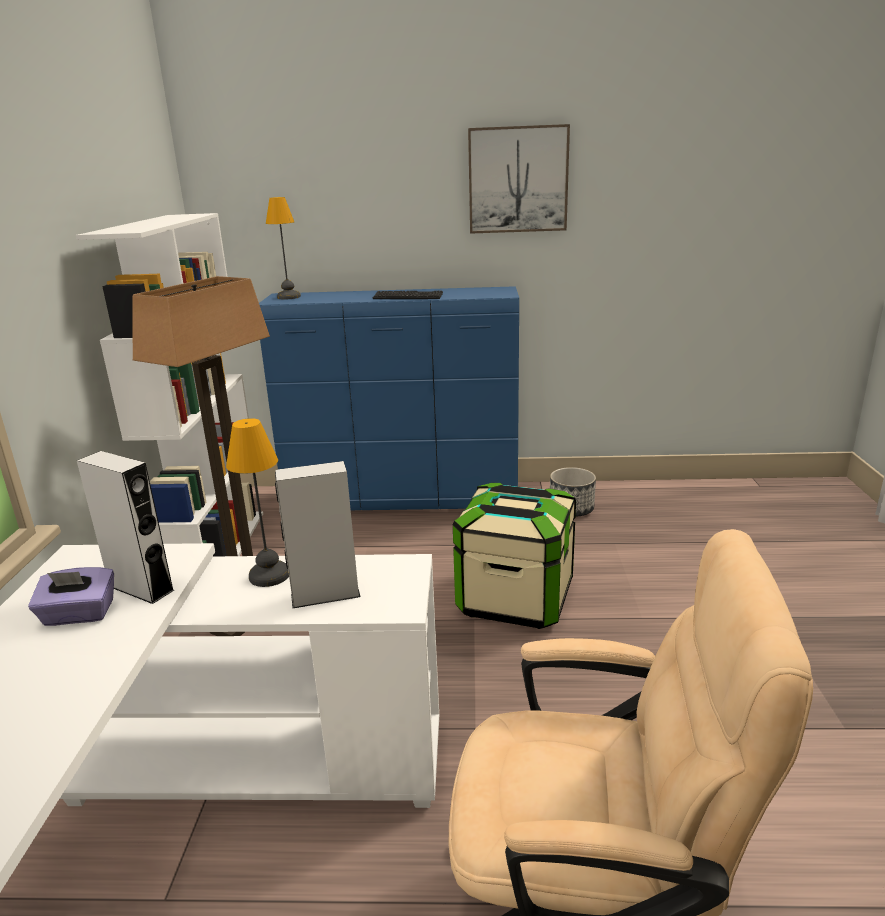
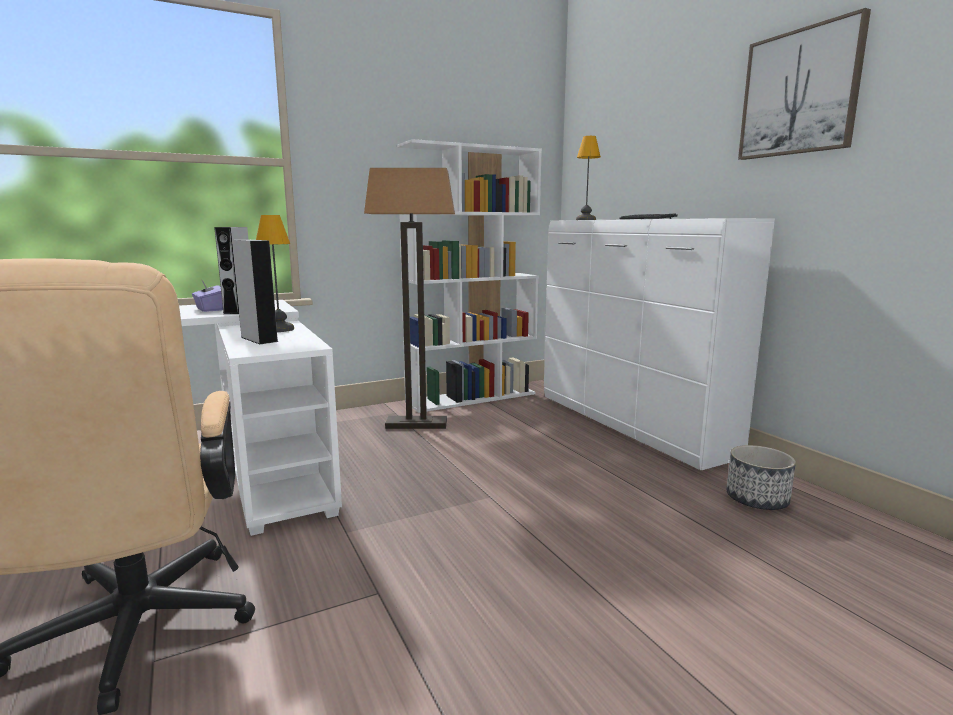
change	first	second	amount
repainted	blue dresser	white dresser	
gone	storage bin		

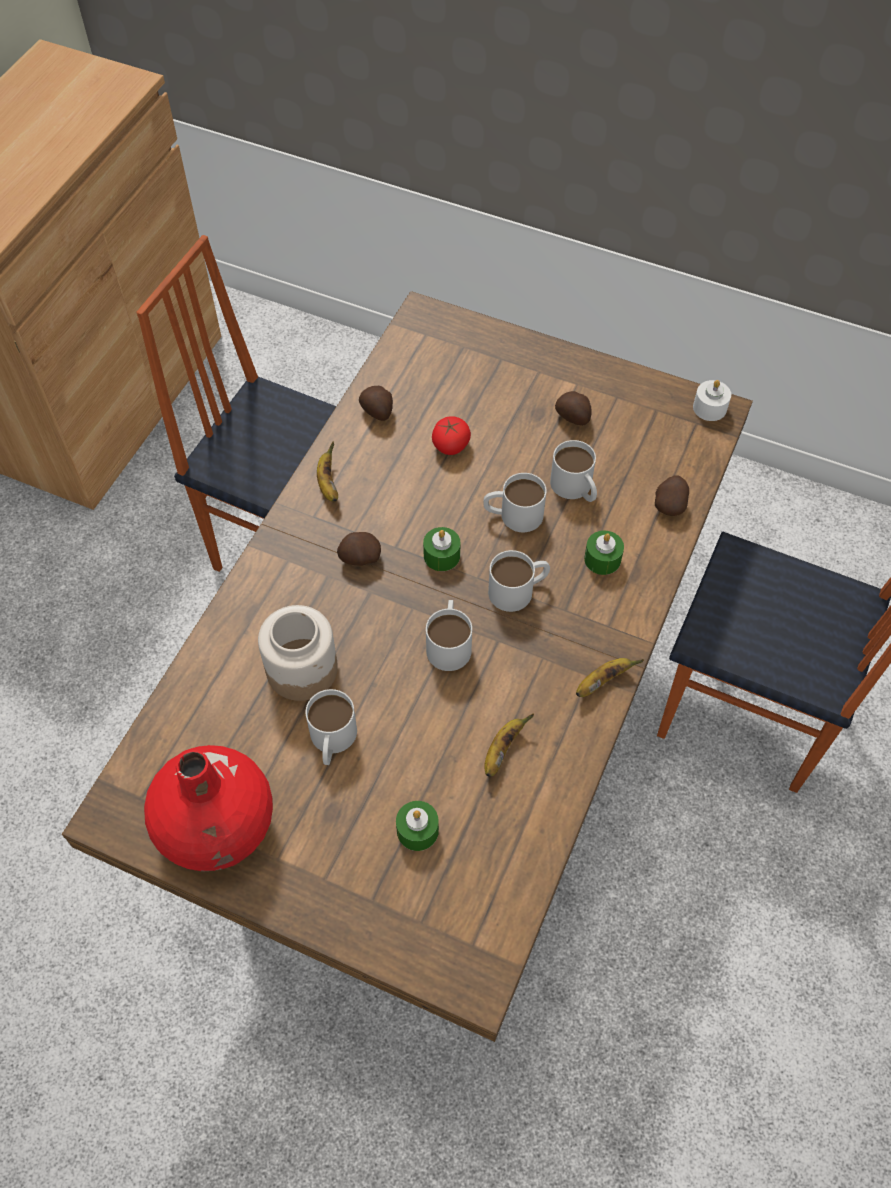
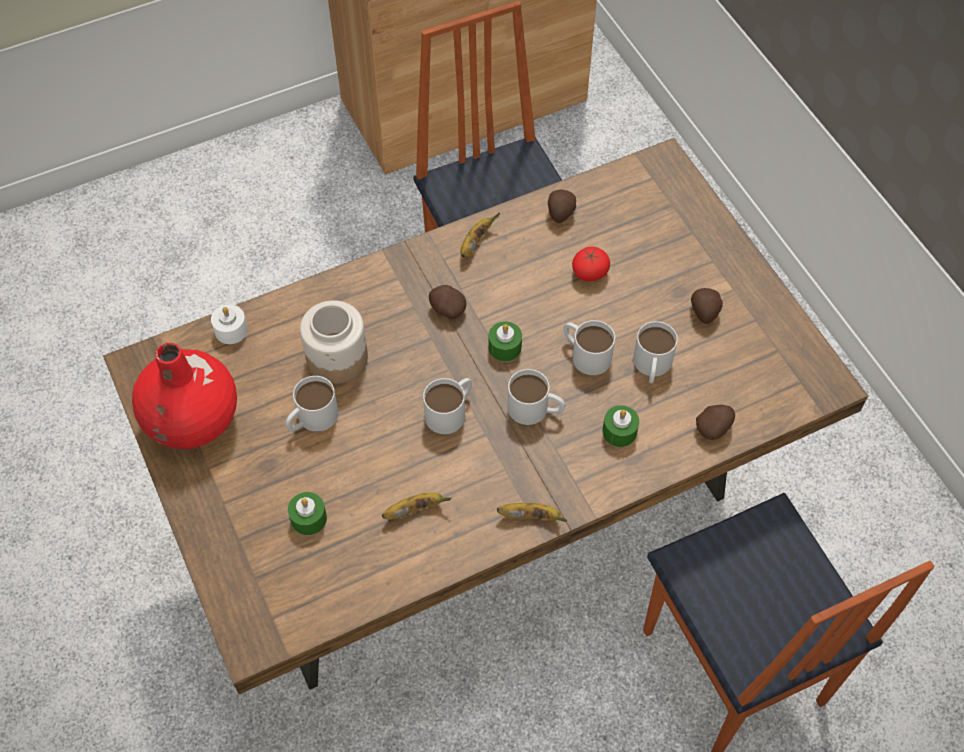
change	first	second	amount
shifted	white candle		

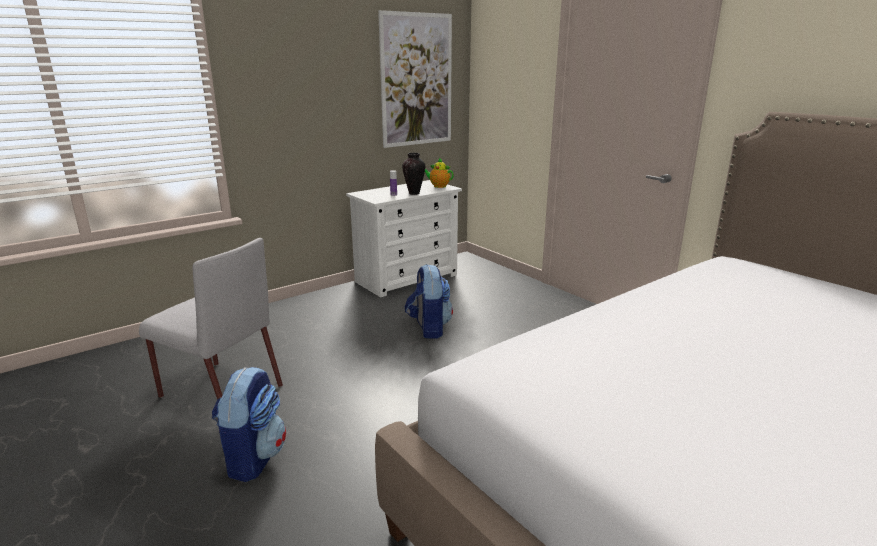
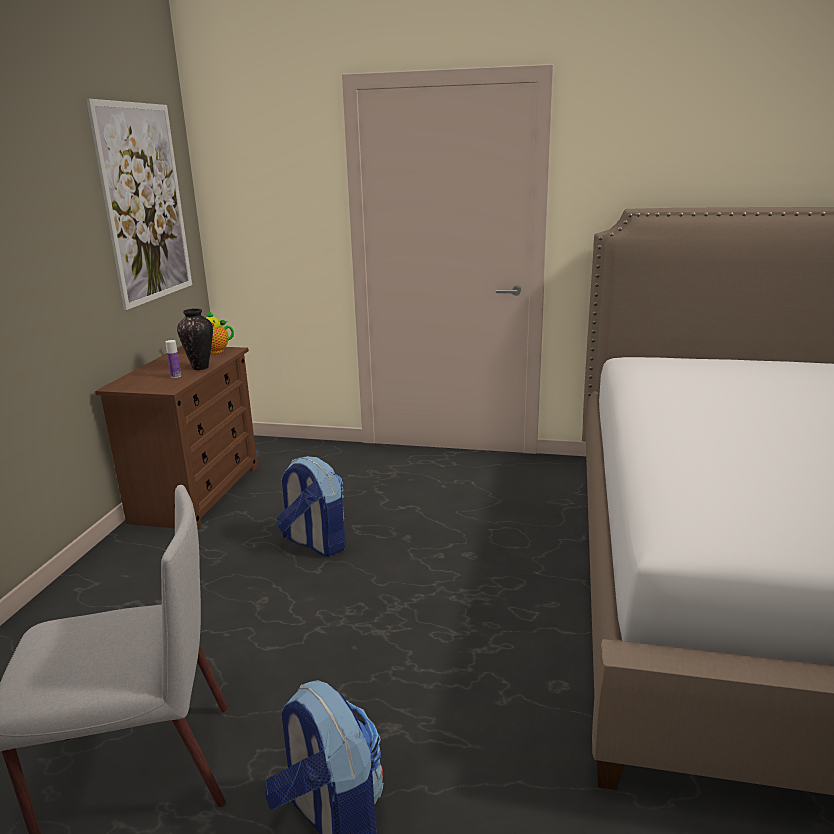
change	first	second	amount
repainted	white dresser	brown dresser	

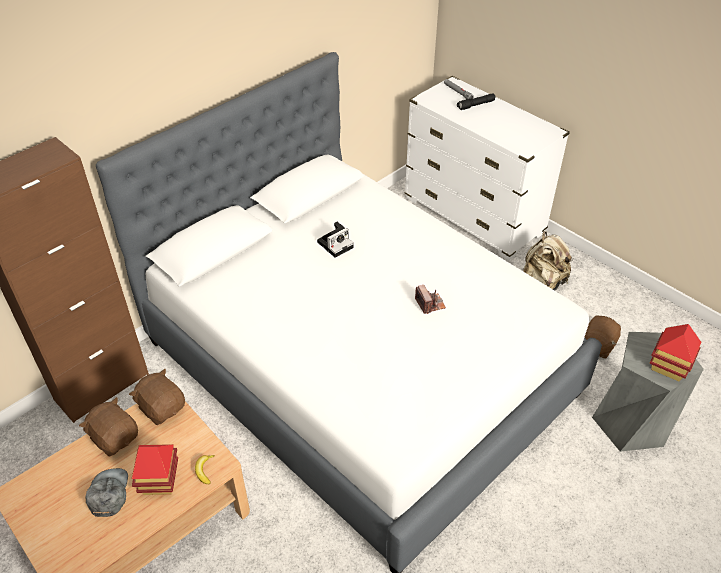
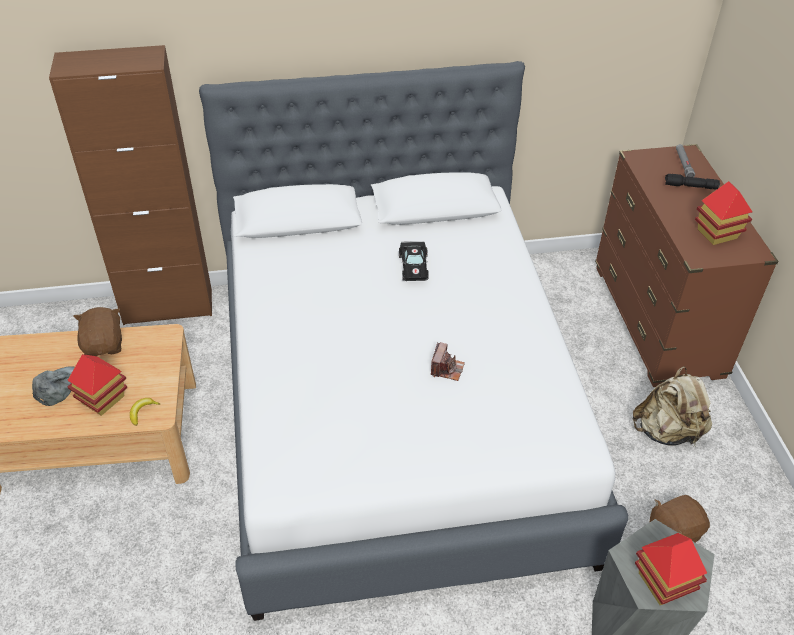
change	first	second	amount
swapped	photo camera (no. 1 from left)	blackish toy car	
repainted	white dresser	brown dresser	
new		toy house (no. 3 from left)	
gone	brown cuddly toy (no. 2 from left)		

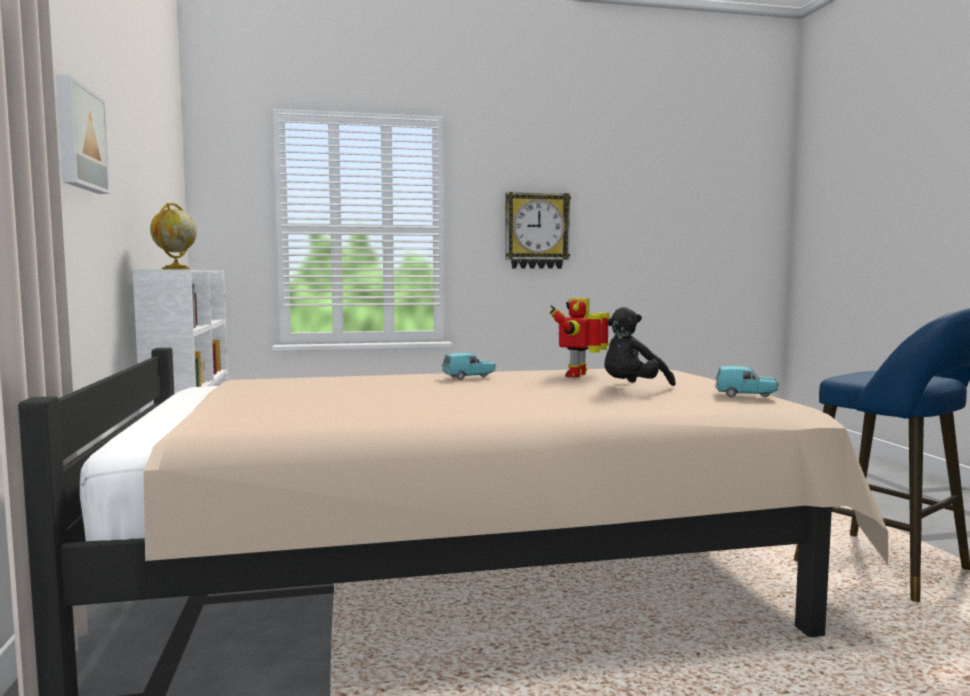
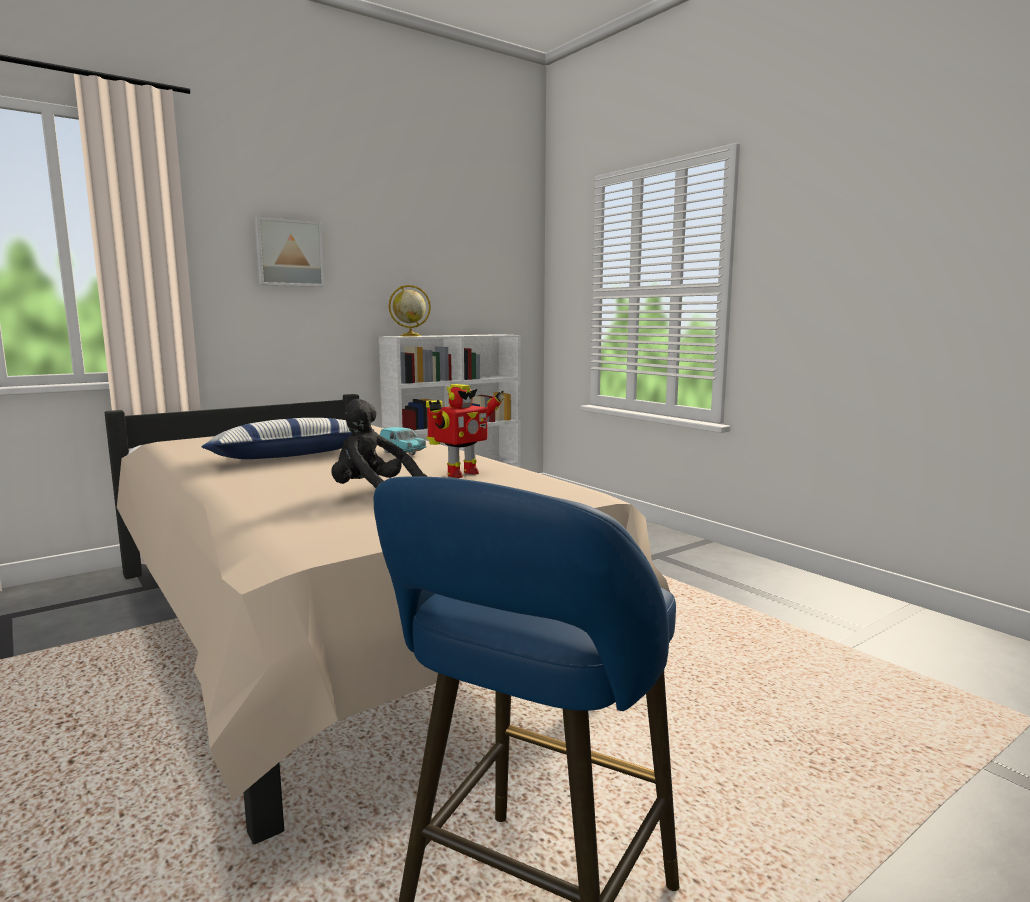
change	first	second	amount
new		cushion	
rotated	robot figure		135 degrees clockwise
gone	hanging clock		
gone	turquoise-coloured toy car (no. 2 from left)		

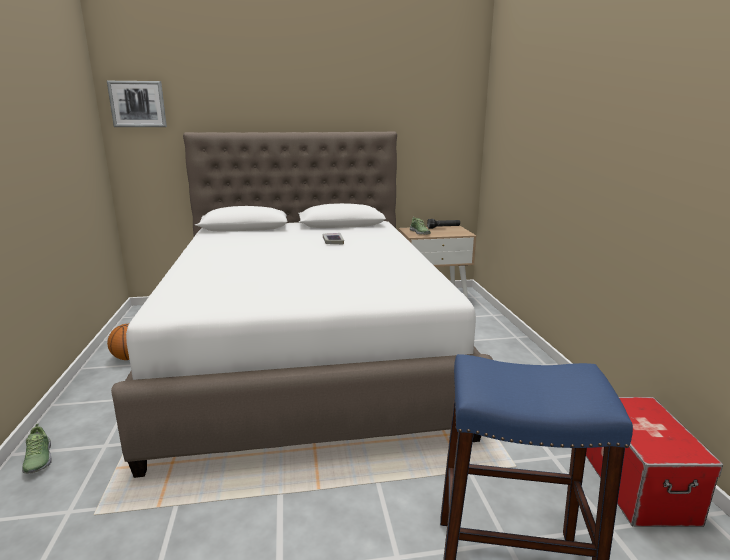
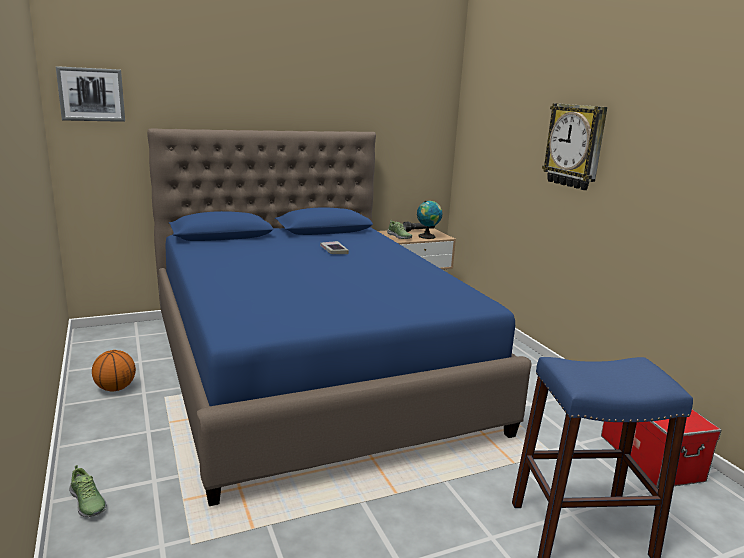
change	first	second	amount
repainted	white bed	blue bed	
new		desk globe	
new		hanging clock	

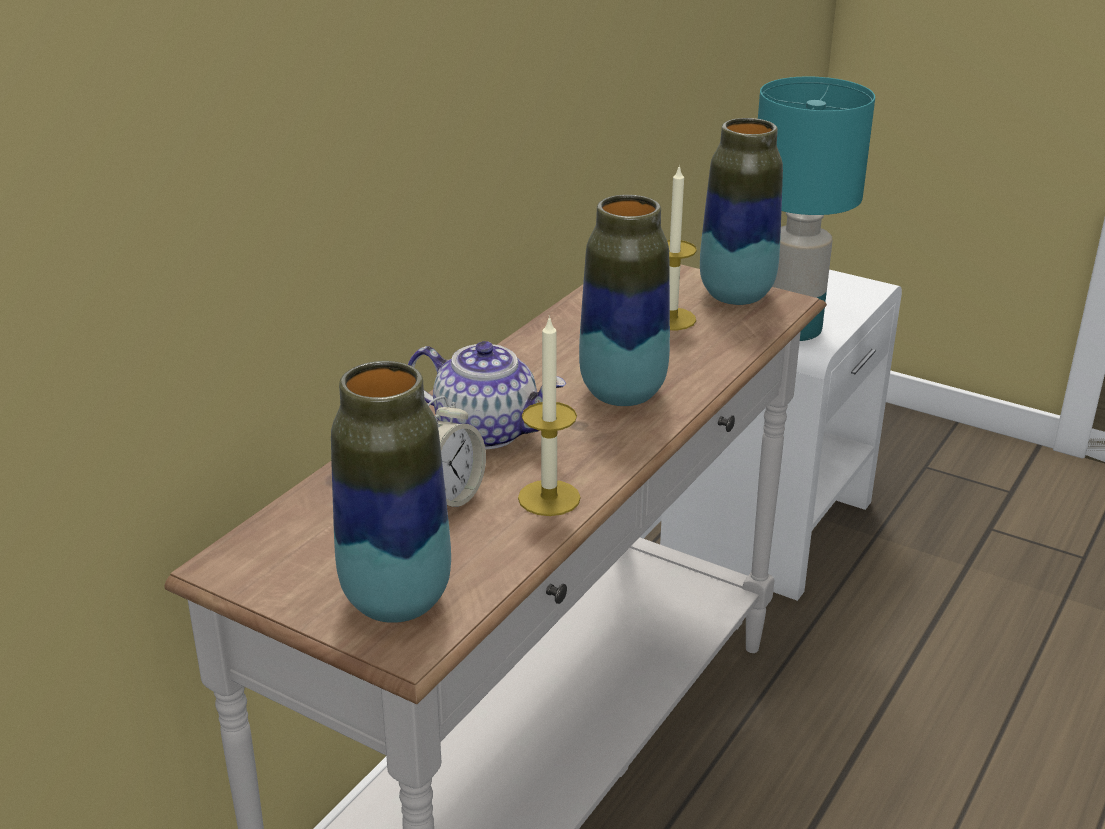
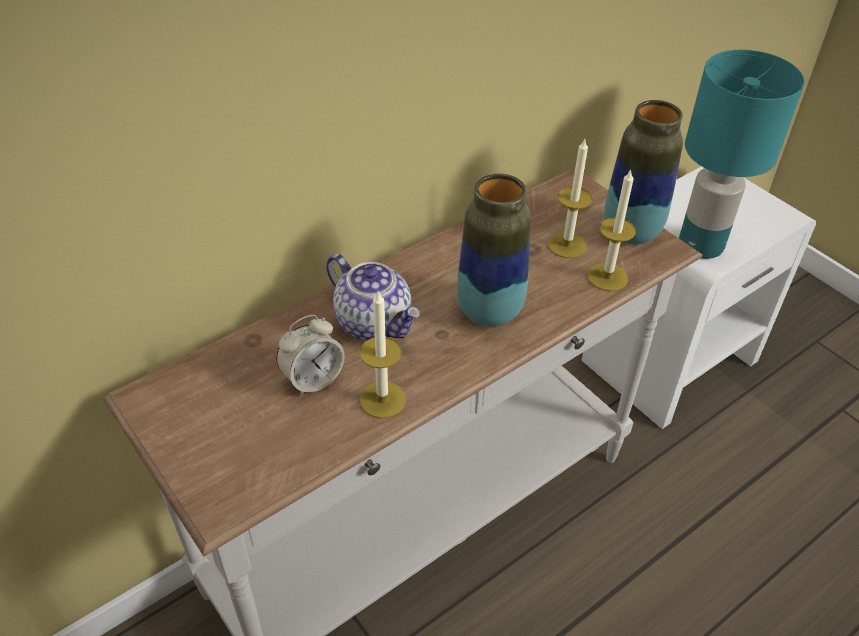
change	first	second	amount
new		candle (no. 3 from left)	
gone	flower vase (no. 1 from left)		

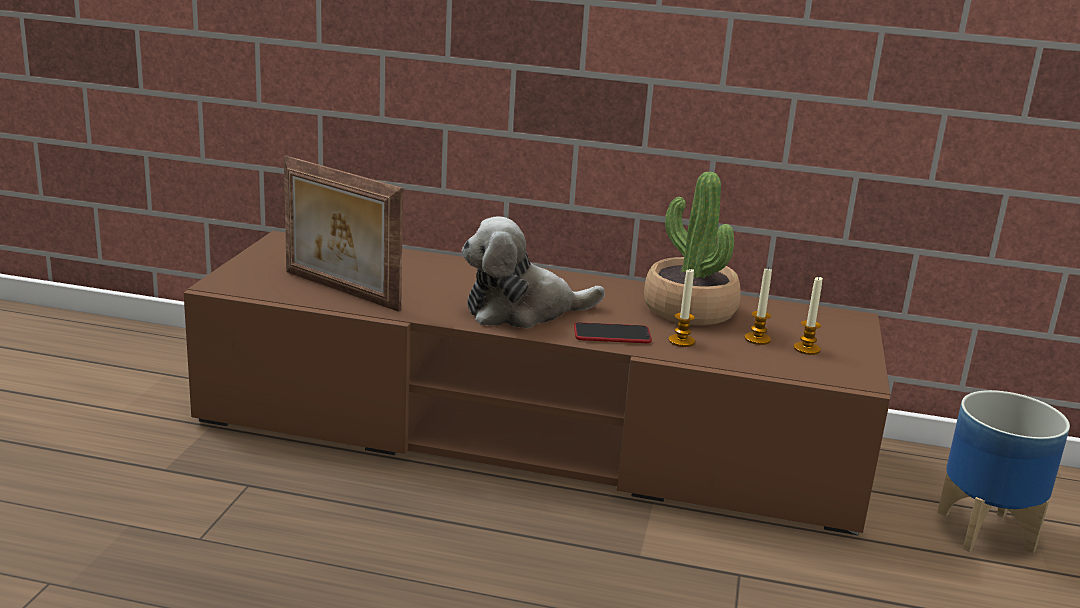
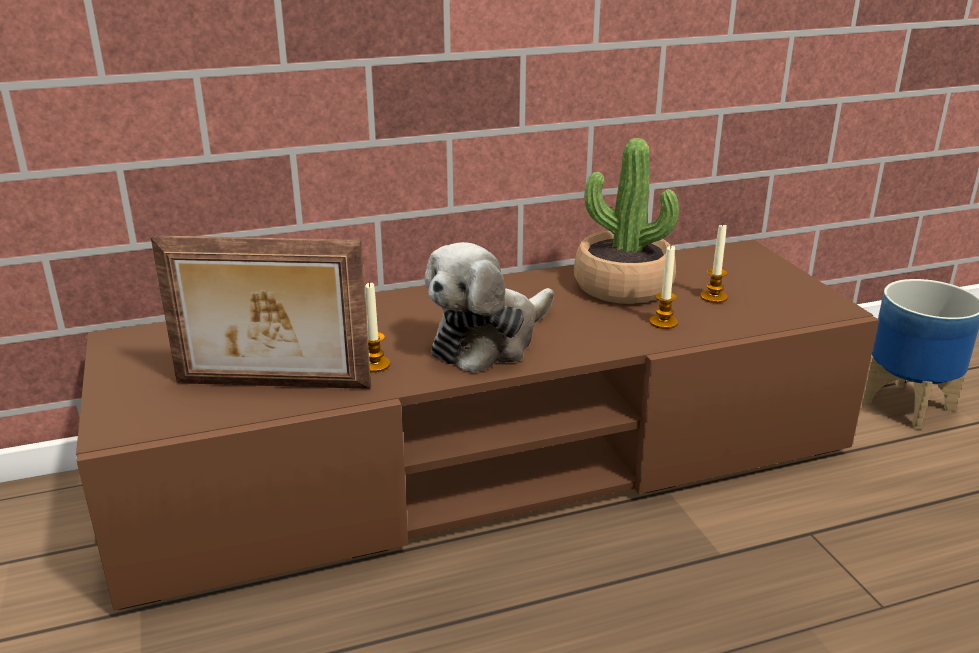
change	first	second	amount
shifted	candle (no. 3 from left in the first image)	candle (no. 1 from left)	
gone	telephone		

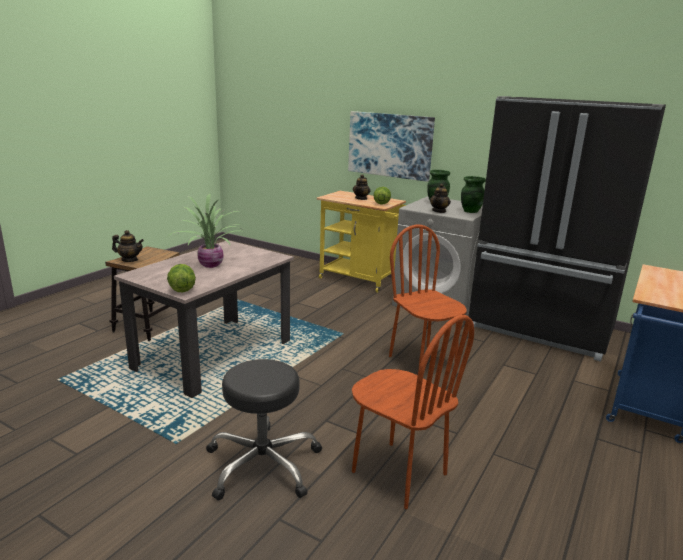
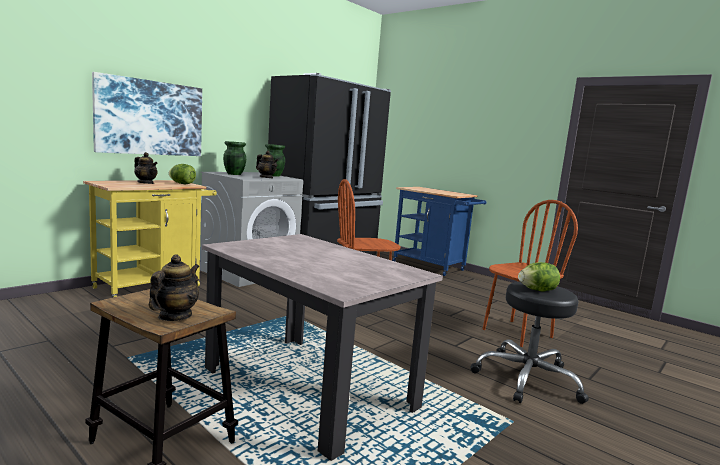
change	first	second	amount
shifted	lettuce head (no. 1 from left in the first image)	lettuce head (no. 2 from left)	
gone	potted plant		

